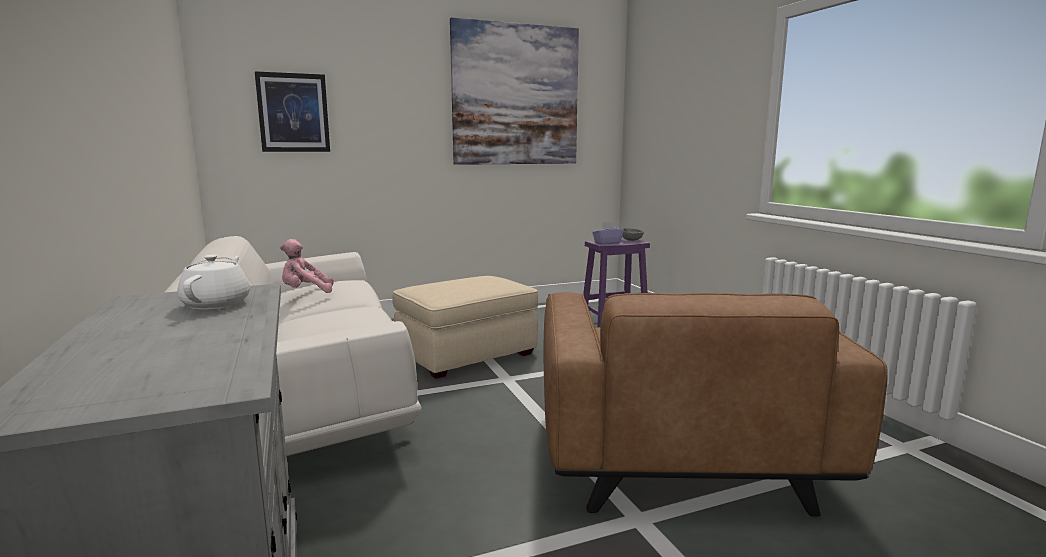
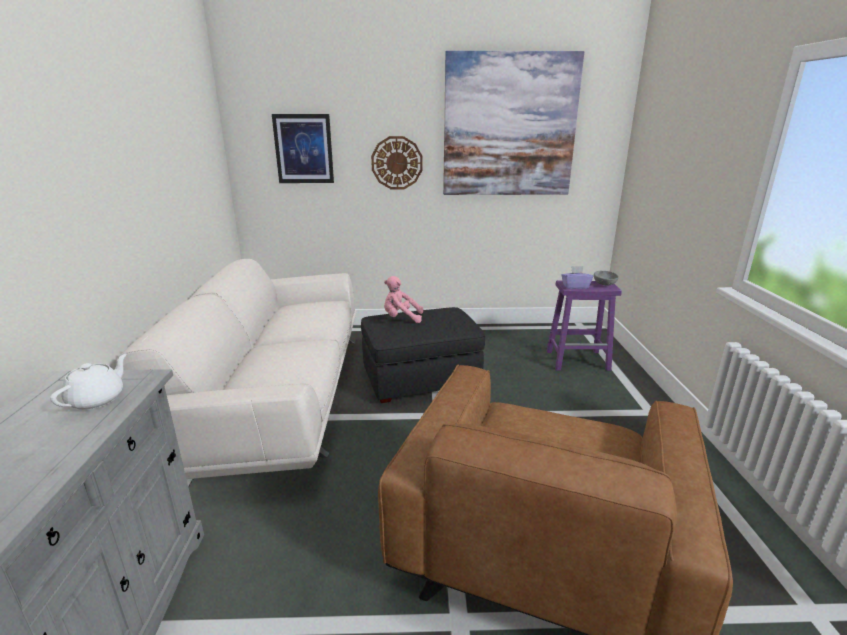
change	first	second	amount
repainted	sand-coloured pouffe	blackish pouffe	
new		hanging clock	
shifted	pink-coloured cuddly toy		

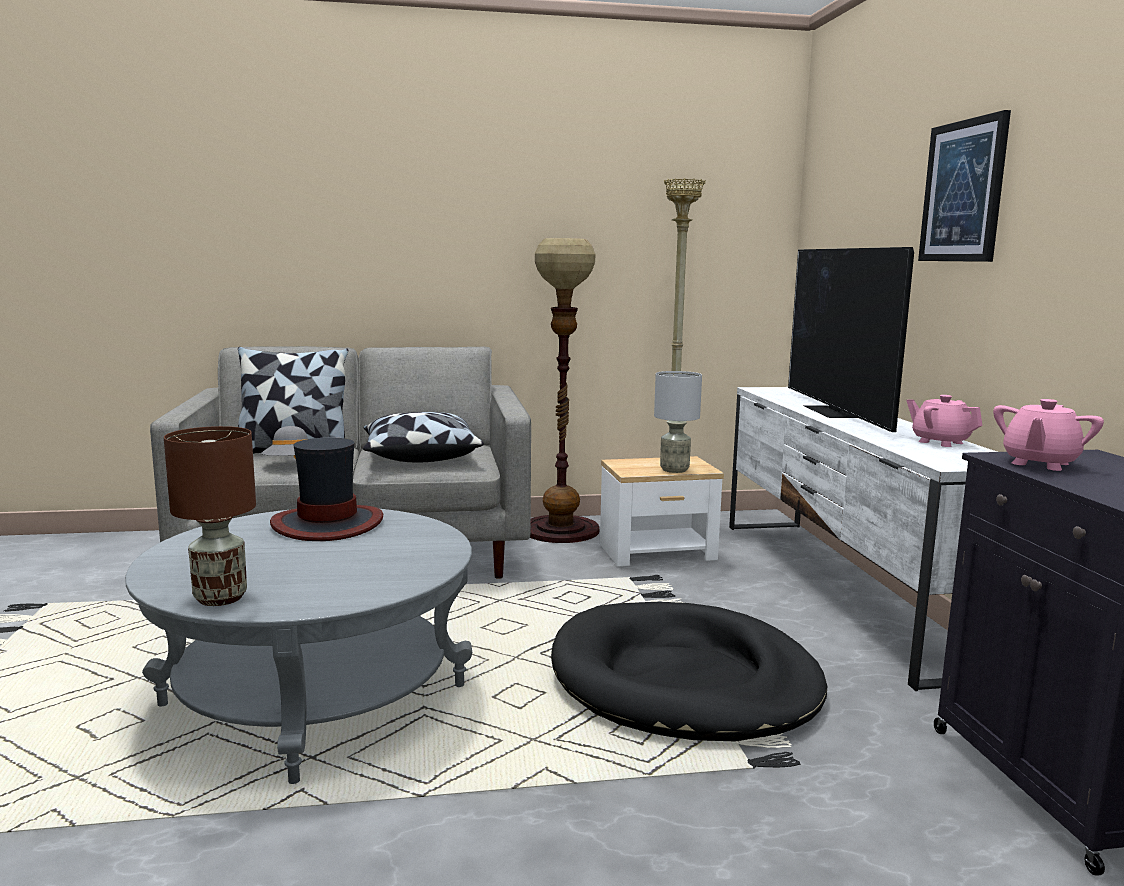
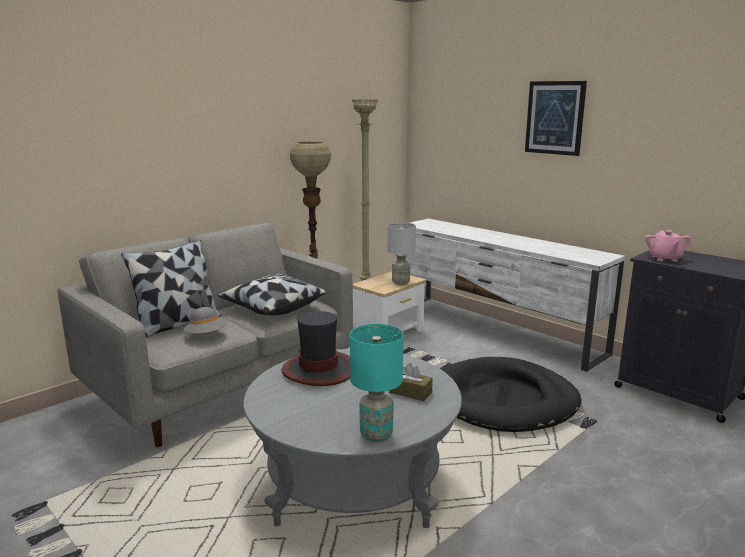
change	first	second	amount
repainted	brown lamp for a table	turquoise-coloured lamp for a table	
new		brown box of tissues	
gone	television		
gone	pink-coloured tea pot (no. 1 from left)		

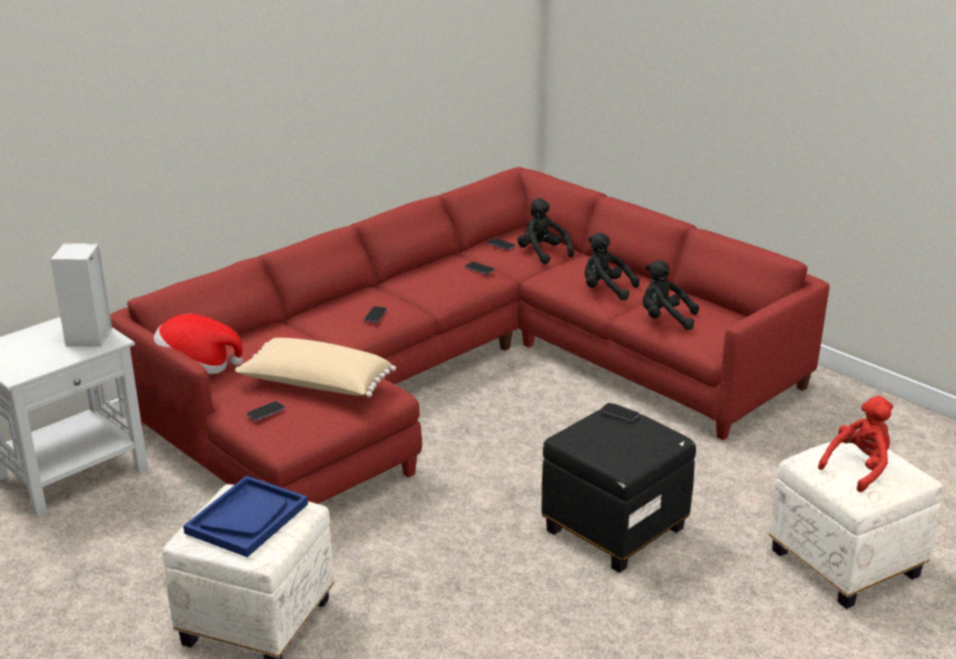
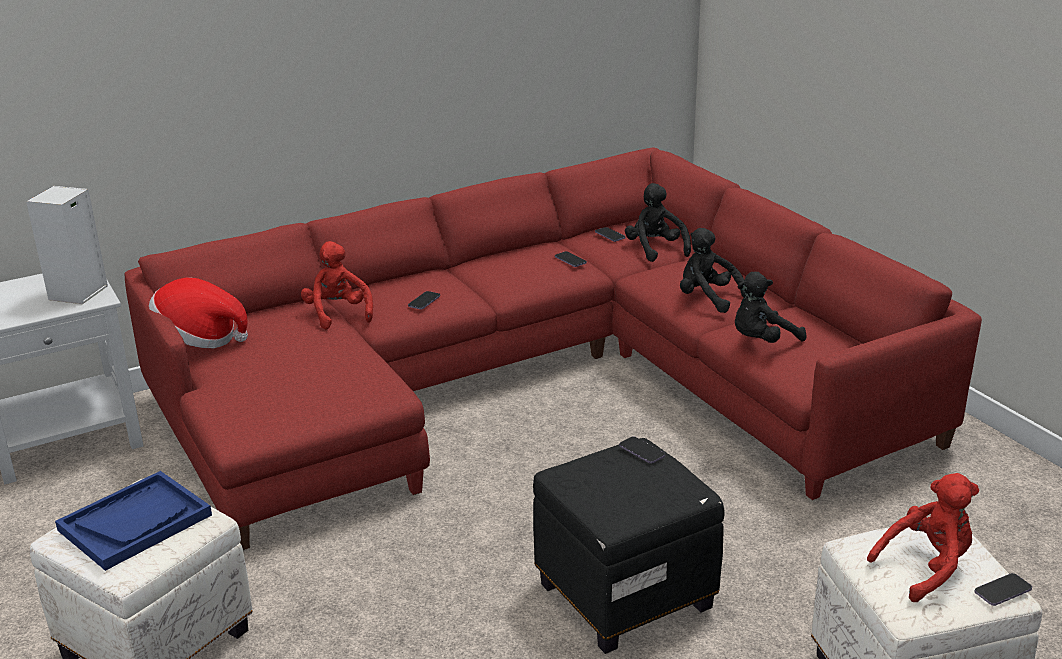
change	first	second	amount
new		red cuddly toy (no. 1 from left)	
rotated	blackish cuddly toy (no. 3 from left)		60 degrees counterclockwise
shifted	telephone (no. 1 from left in the first image)	telephone (no. 5 from left)	
gone	sand-coloured cushion		

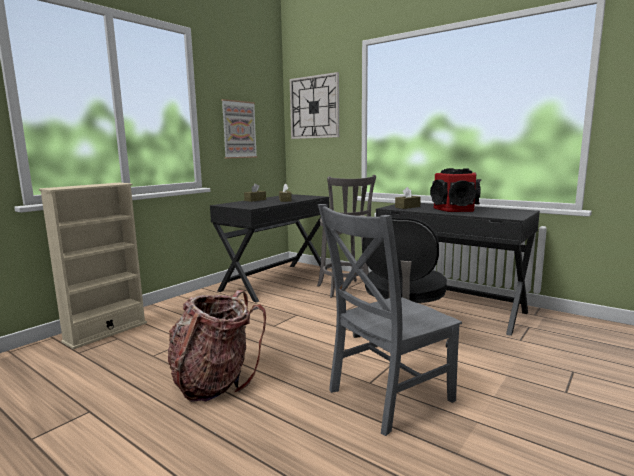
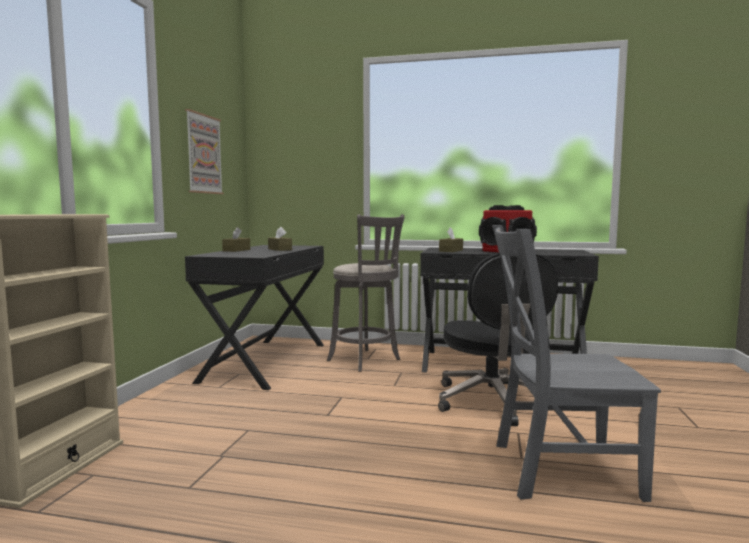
change	first	second	amount
rotated	greyish plain chair		60 degrees clockwise
gone	backpack		
gone	hanging clock		

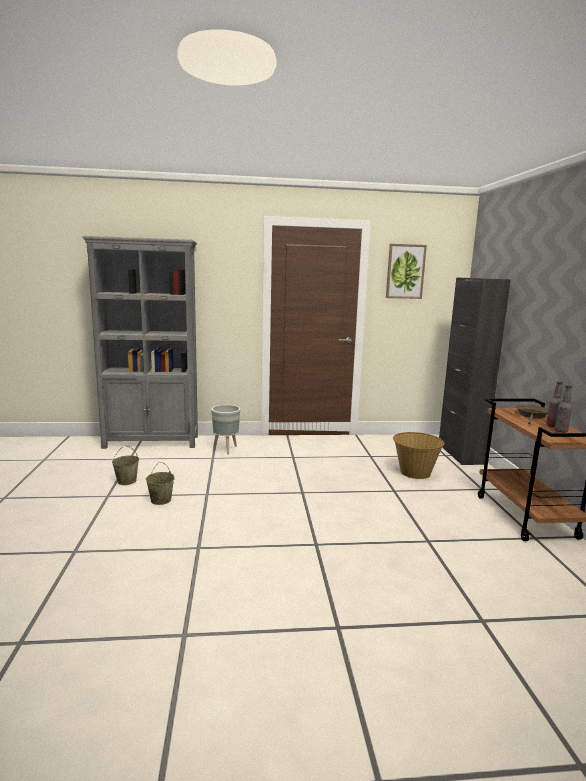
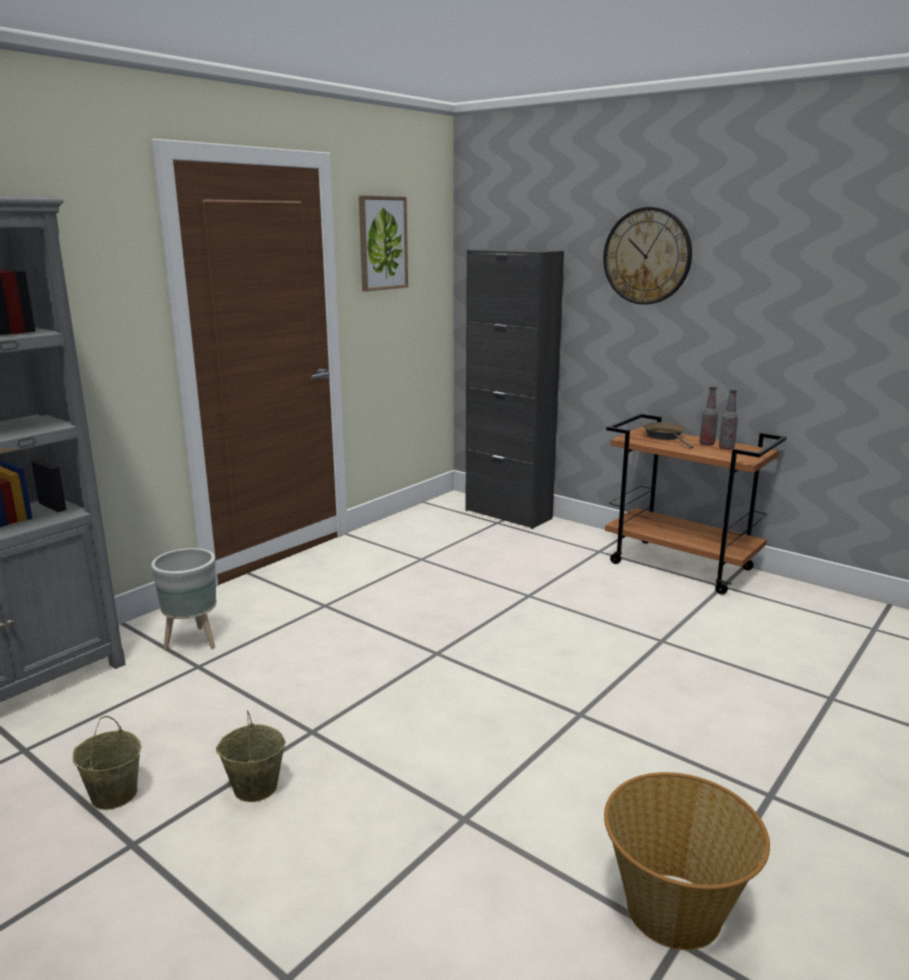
change	first	second	amount
new		hanging clock	
shifted	household basket		

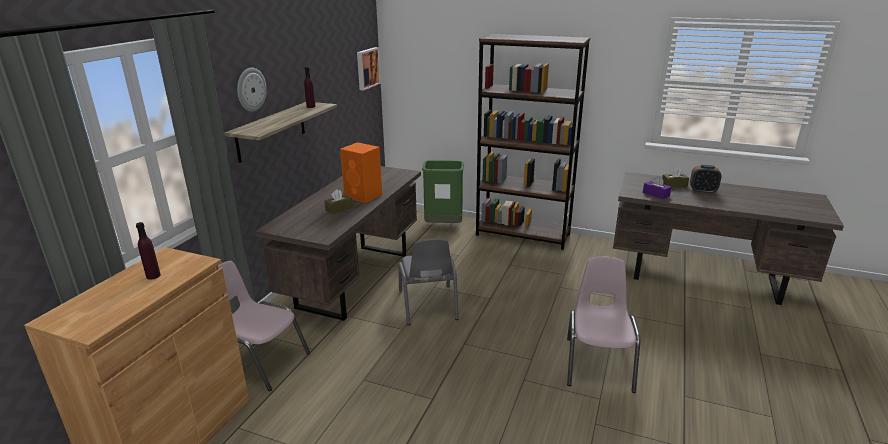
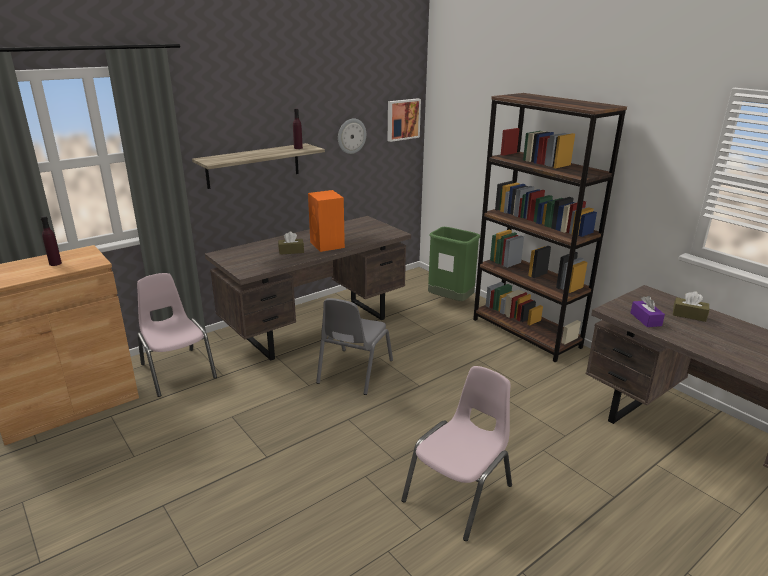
change	first	second	amount
shifted	hanging clock		
gone	alarm clock		

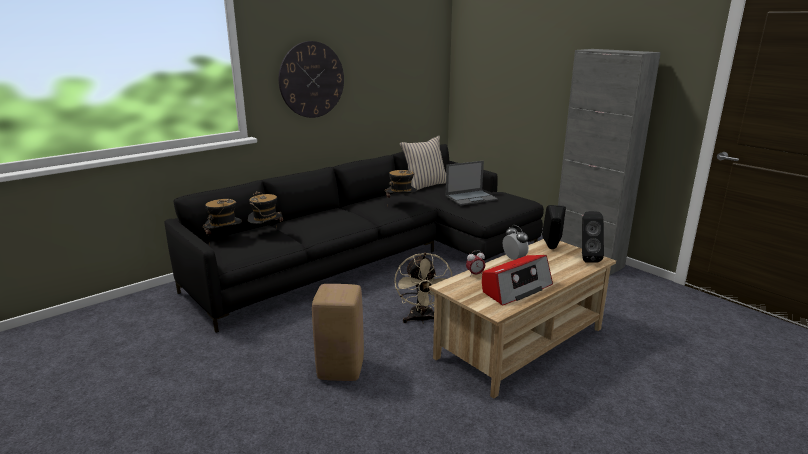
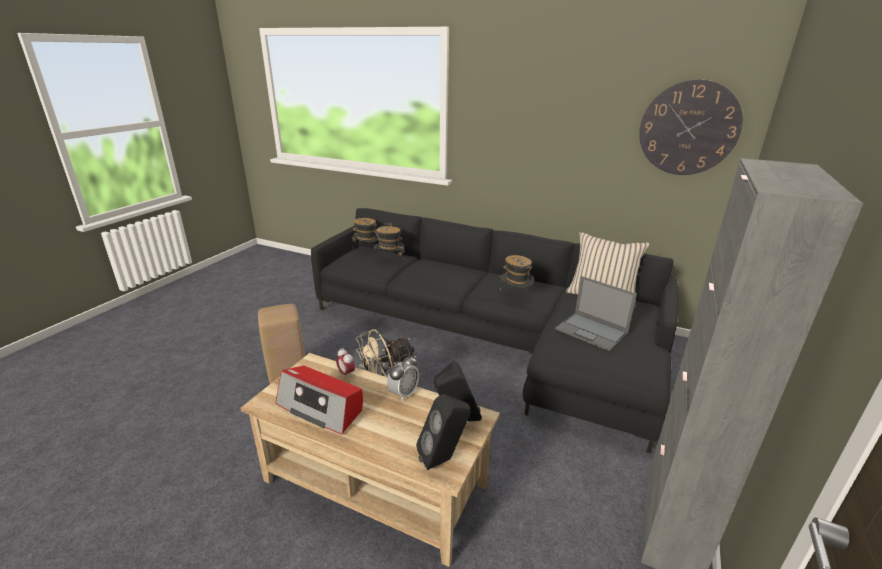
change	first	second	amount
shifted	hanging clock		

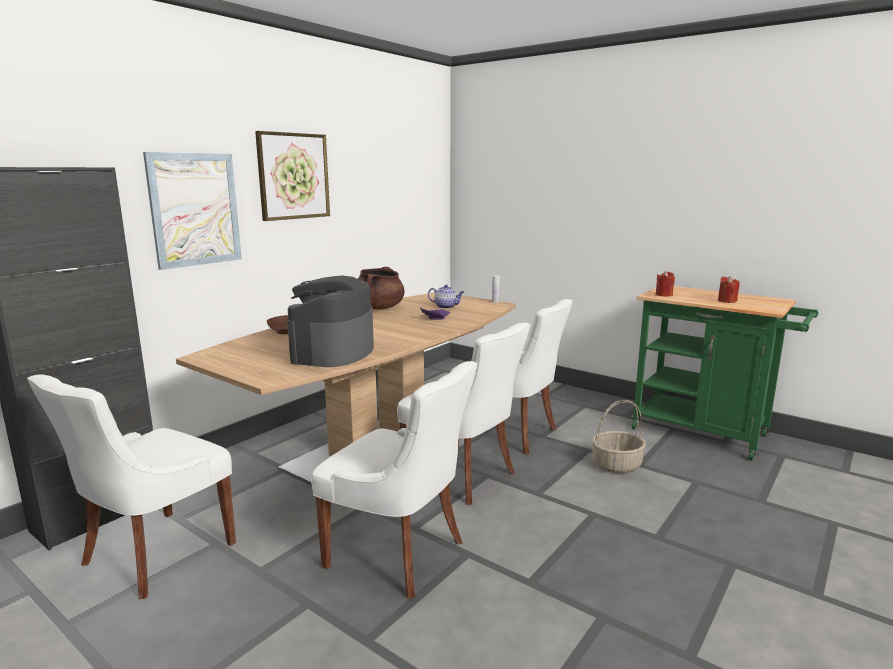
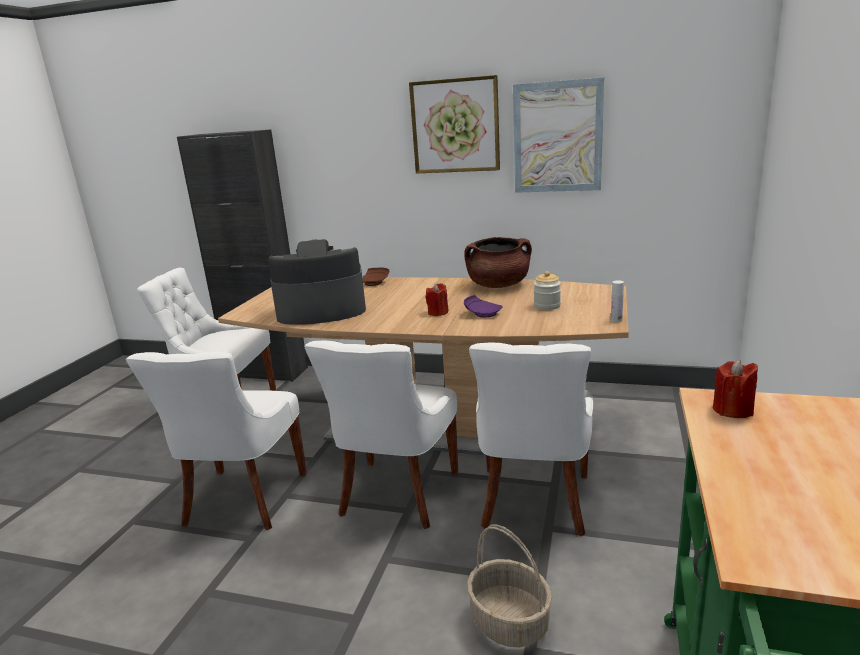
change	first	second	amount
shifted	red candle (no. 2 from left in the first image)	red candle (no. 1 from left)	
shifted	wall picture (no. 1 from left in the first image)	wall picture (no. 2 from left)	
swapped	tea pot	storage jar	

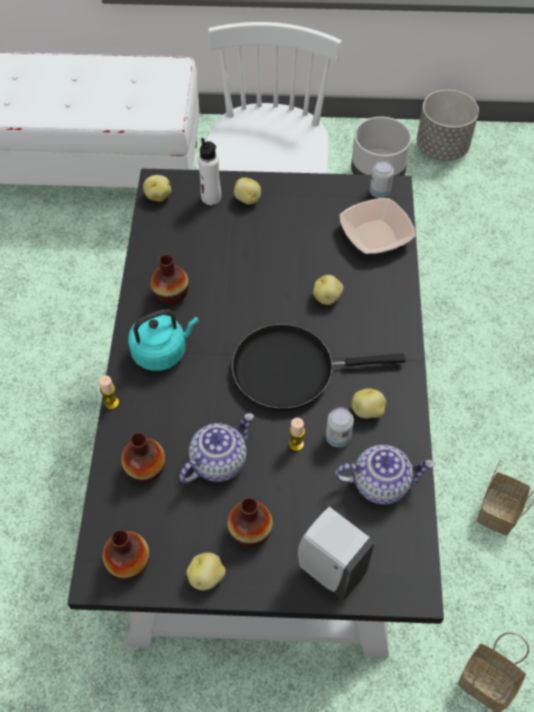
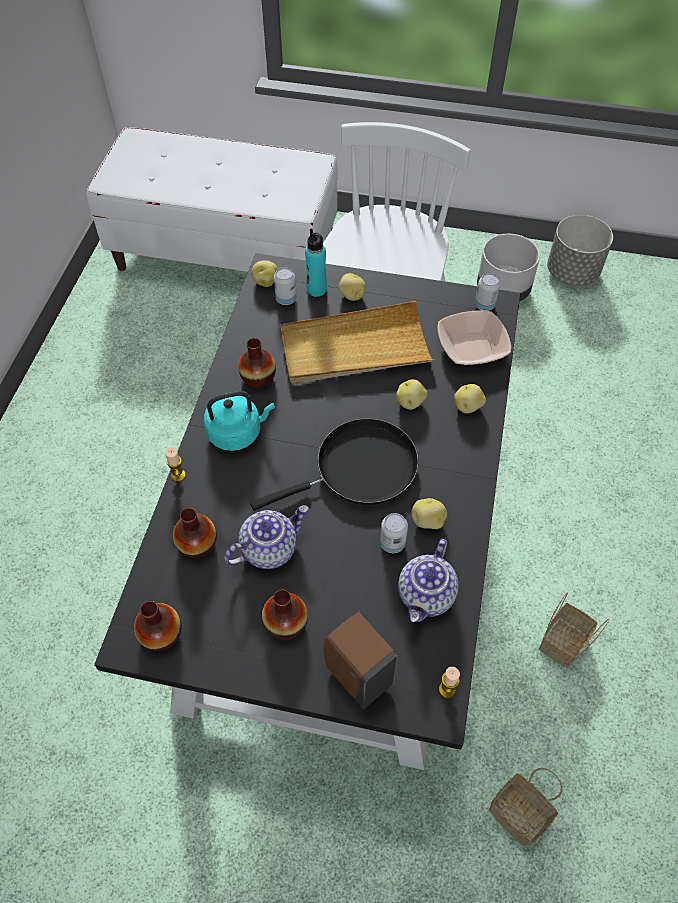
change	first	second	amount
rotated	blackish pan		150 degrees clockwise
new		sealed can (no. 1 from left)	
new		sand-coloured serving tray	
repainted	white bottle	turquoise-coloured bottle	
repainted	white soap dispenser	brown soap dispenser	
rotated	tea pot (no. 2 from left)		105 degrees clockwise
shifted	candle (no. 2 from left)		
shifted	spud (no. 2 from left in the first image)	spud (no. 5 from left)	

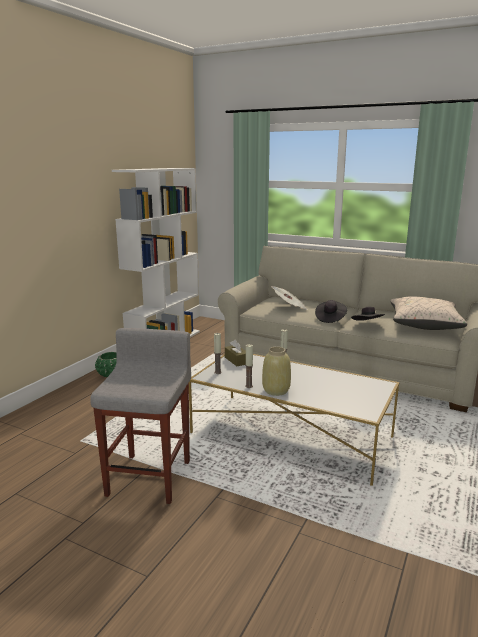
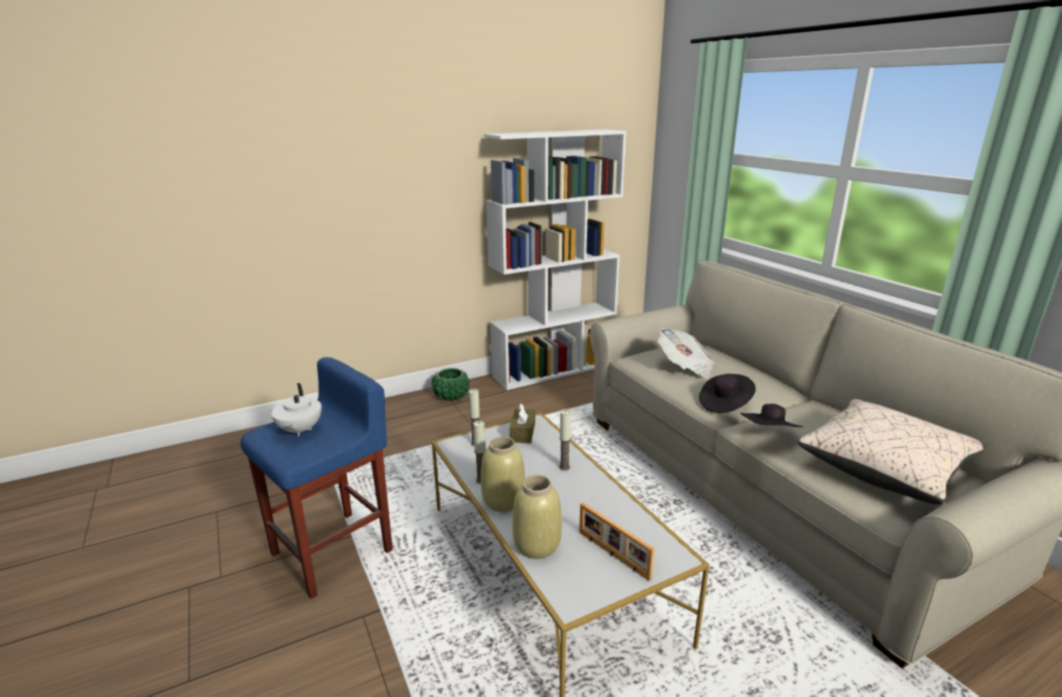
change	first	second	amount
repainted	greyish sitting stool	blue sitting stool	
new		white tea pot	
new		sand-coloured flower vase (no. 2 from left)	
new		picture frame	

